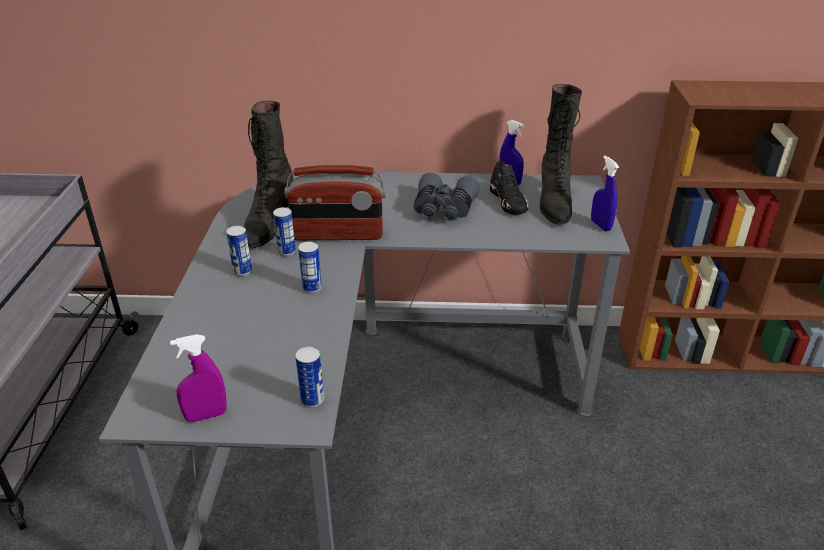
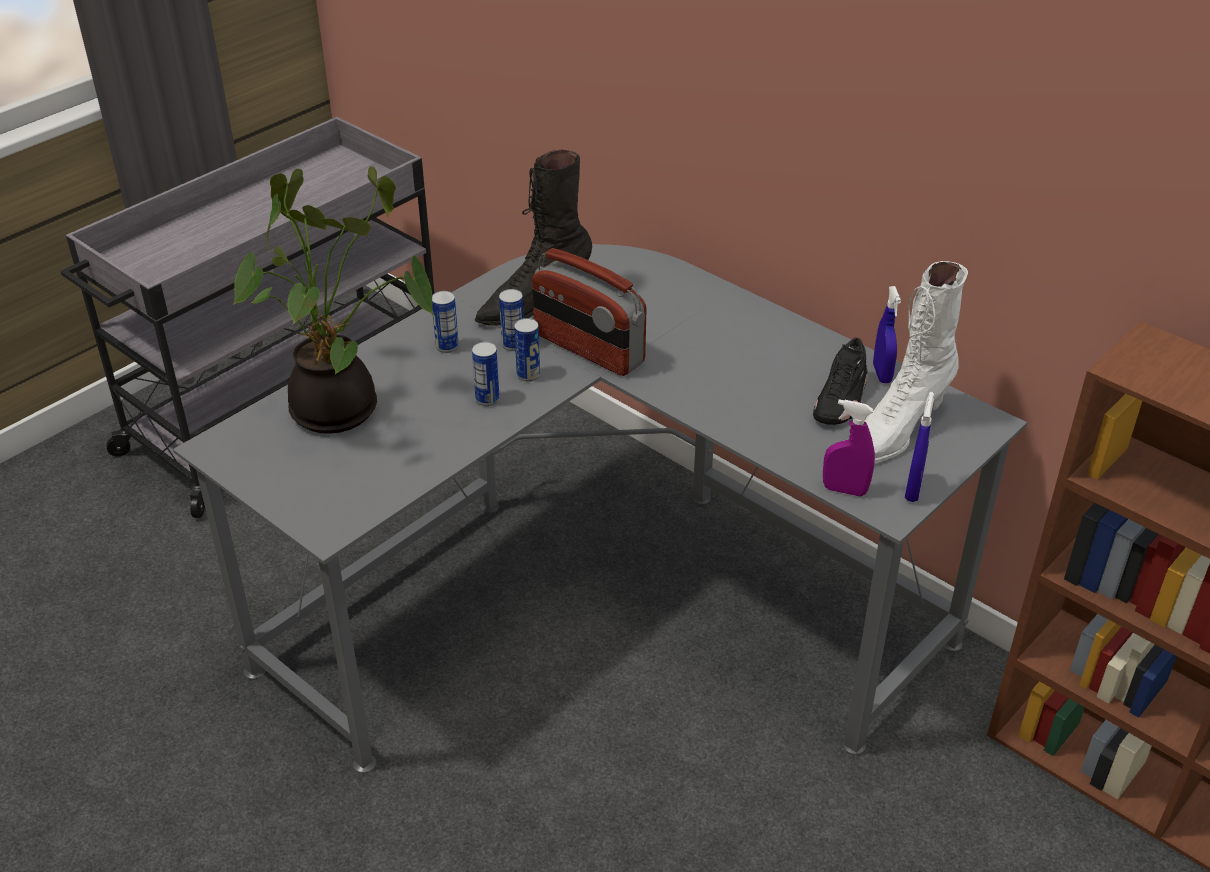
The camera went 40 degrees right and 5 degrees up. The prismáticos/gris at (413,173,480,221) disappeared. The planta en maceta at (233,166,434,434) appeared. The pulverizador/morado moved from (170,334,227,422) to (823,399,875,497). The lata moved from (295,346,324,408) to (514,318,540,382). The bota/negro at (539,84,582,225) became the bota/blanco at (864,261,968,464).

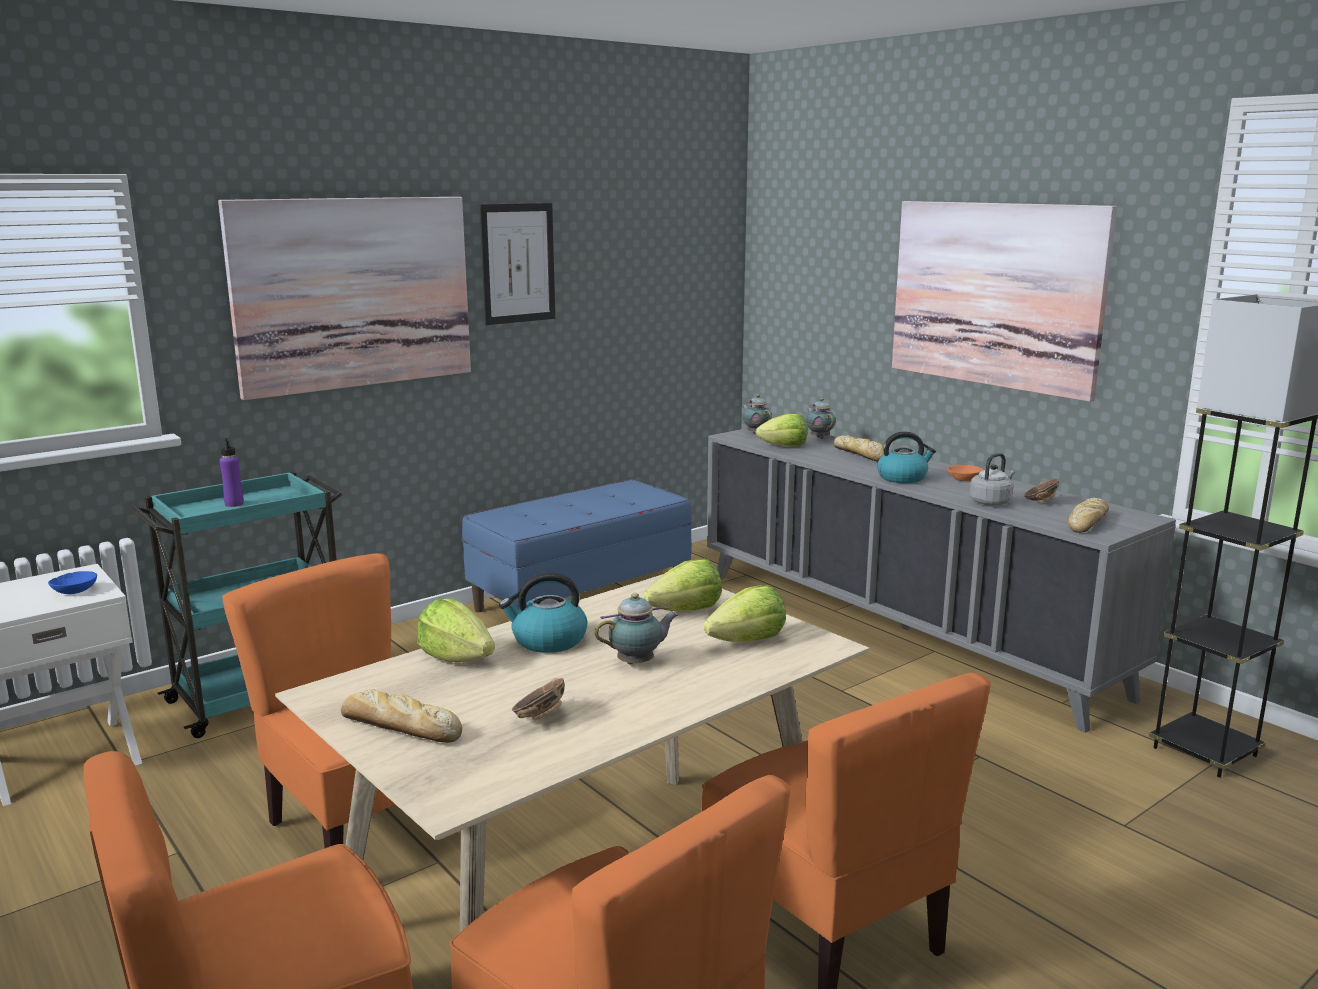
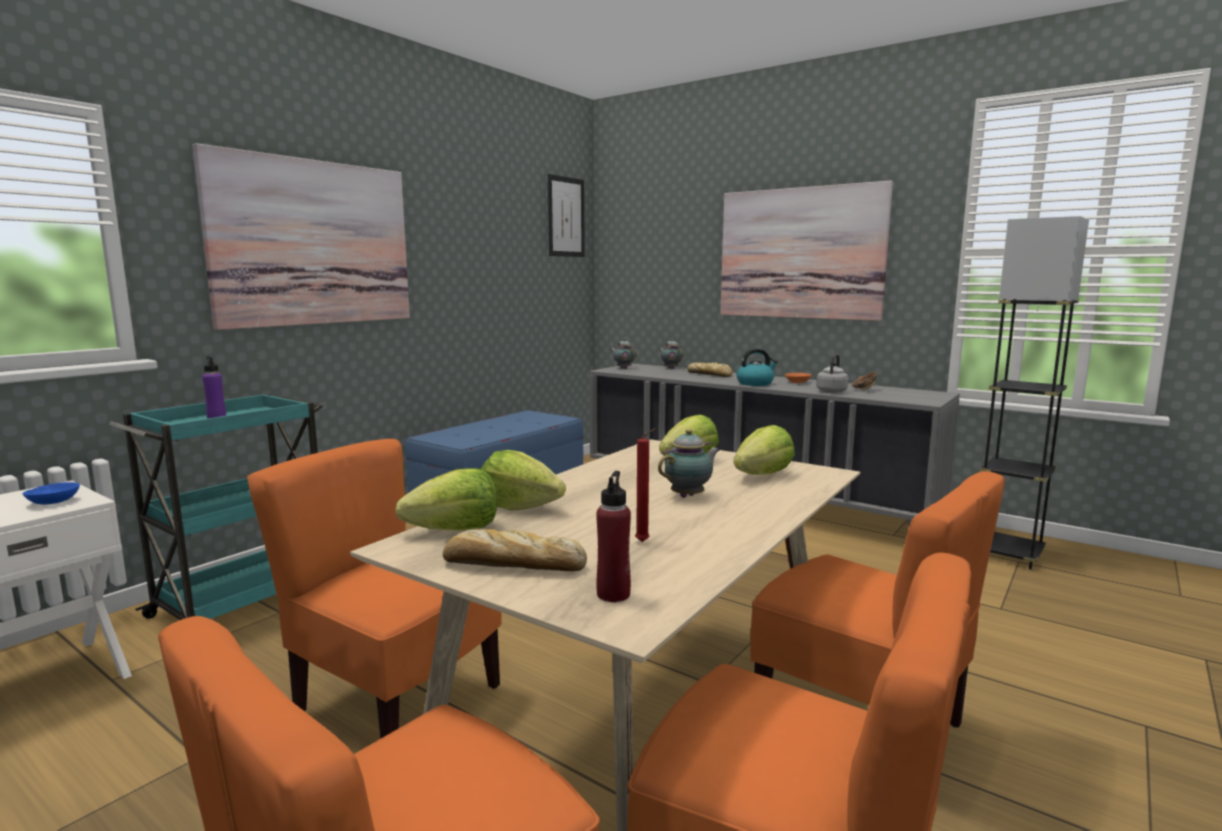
The camera went 15 degrees left and 5 degrees down. The hervidor at (499,572,587,653) disappeared. The pan at (1068,498,1109,533) disappeared. The botella/rojo at (596,471,631,602) appeared. The cuadro moved from (480,203,555,325) to (548,174,585,257). The lechuga moved from (755,413,807,446) to (395,468,497,531). The cuenco at (512,678,565,721) was replaced by the vela/rojo at (635,428,656,542).

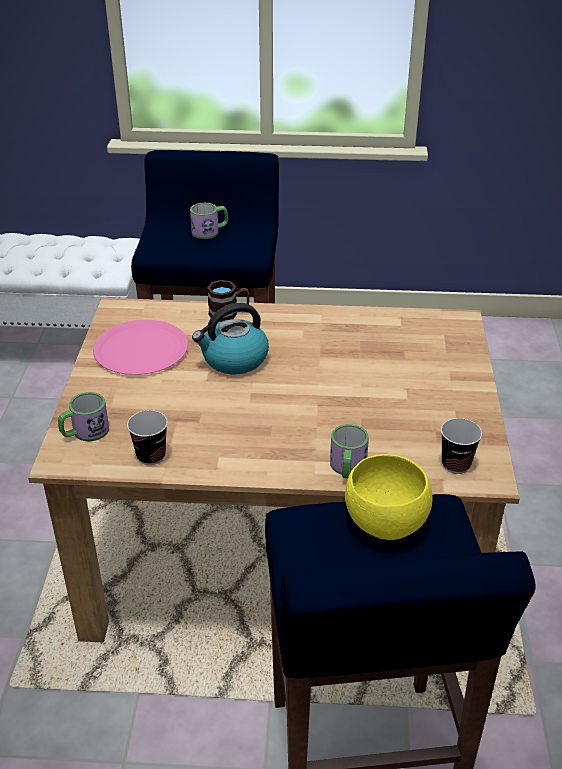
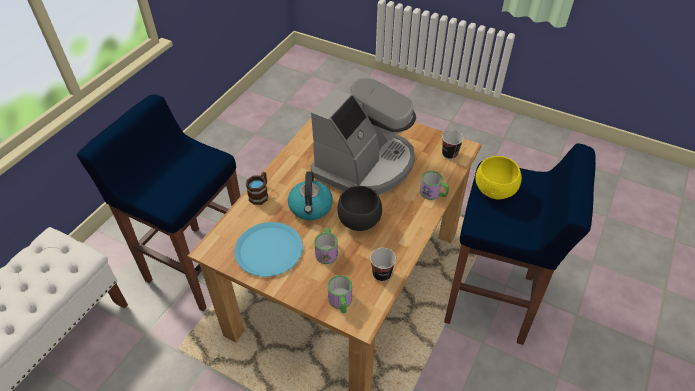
The camera went 65 degrees left and 10 degrees up. The cafetera at (311,68,416,195) appeared. The cuenco/negro at (337,186,382,231) appeared. The taza grande moved from (190,203,228,239) to (314,228,338,264). The plato/rosa at (93,320,188,375) became the plato/azul at (235,222,303,277).

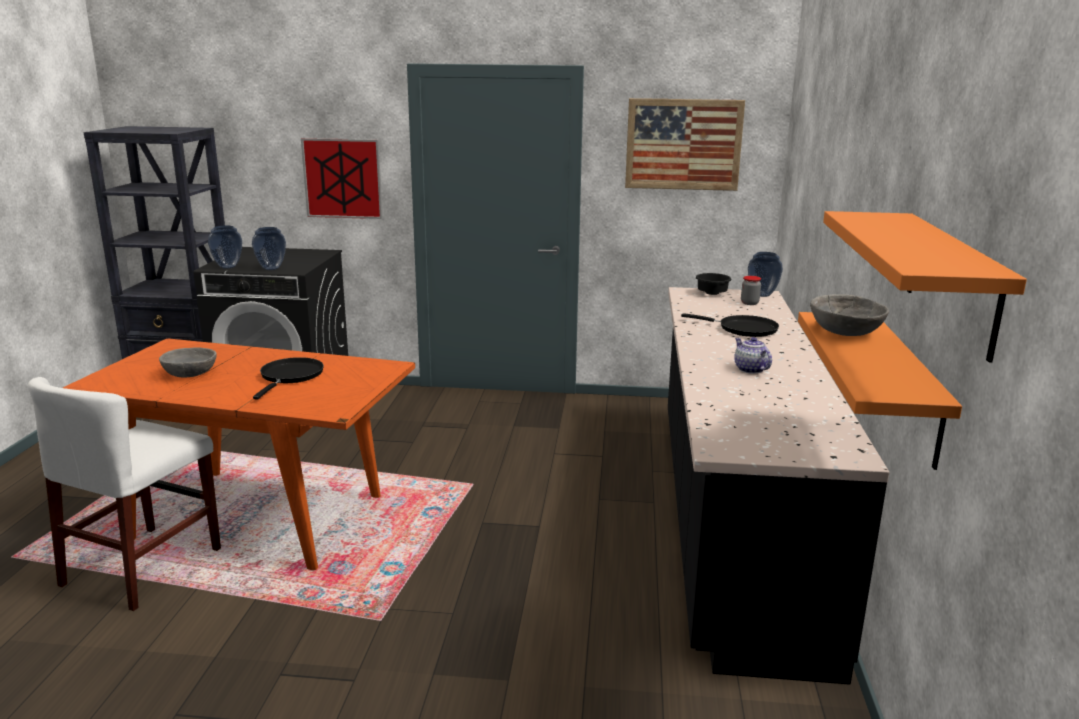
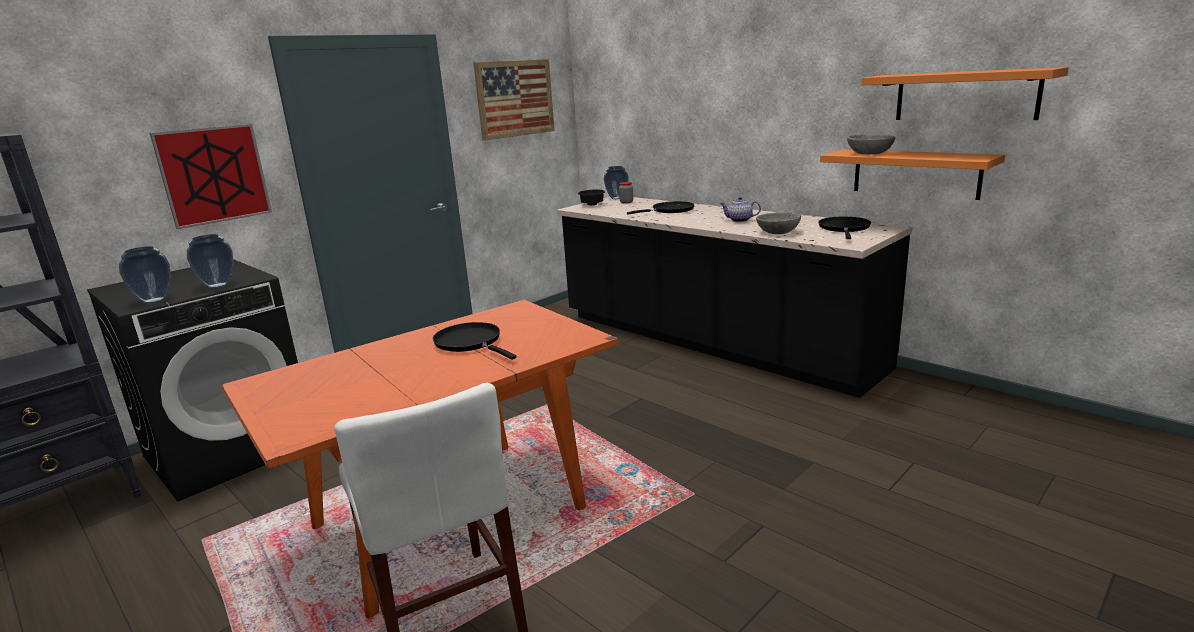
The camera went 50 degrees left and 0 degrees up. The sartén/negro at (818,217,871,239) appeared. The cuenco/gris moved from (159,347,217,378) to (756,212,801,234).

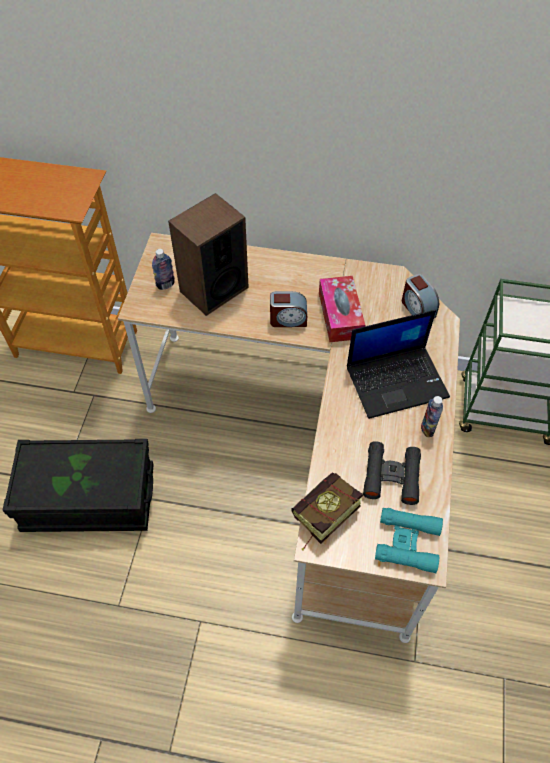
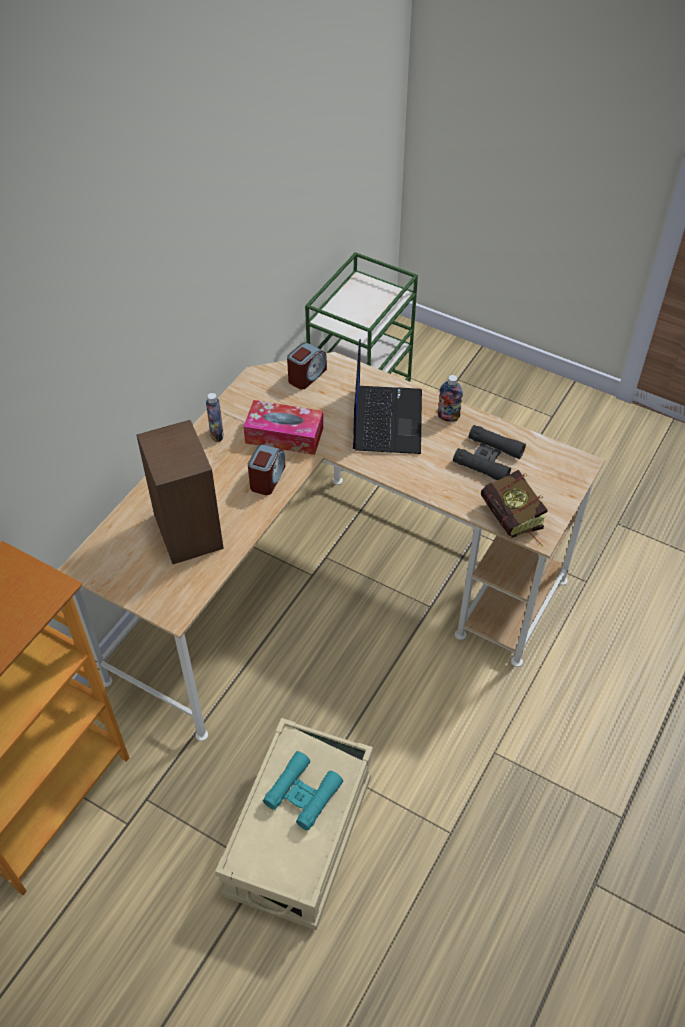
The camera went 70 degrees left and 5 degrees down. The botella moved from (152,249,175,290) to (206,393,224,442). The prismáticos/turquesa moved from (375,508,443,573) to (263,751,343,830). The caja de almacenaje/negro at (3,439,154,532) became the caja de almacenaje/beis at (215,718,373,930). The despertador at (402,274,439,318) turned 45 degrees counterclockwise.

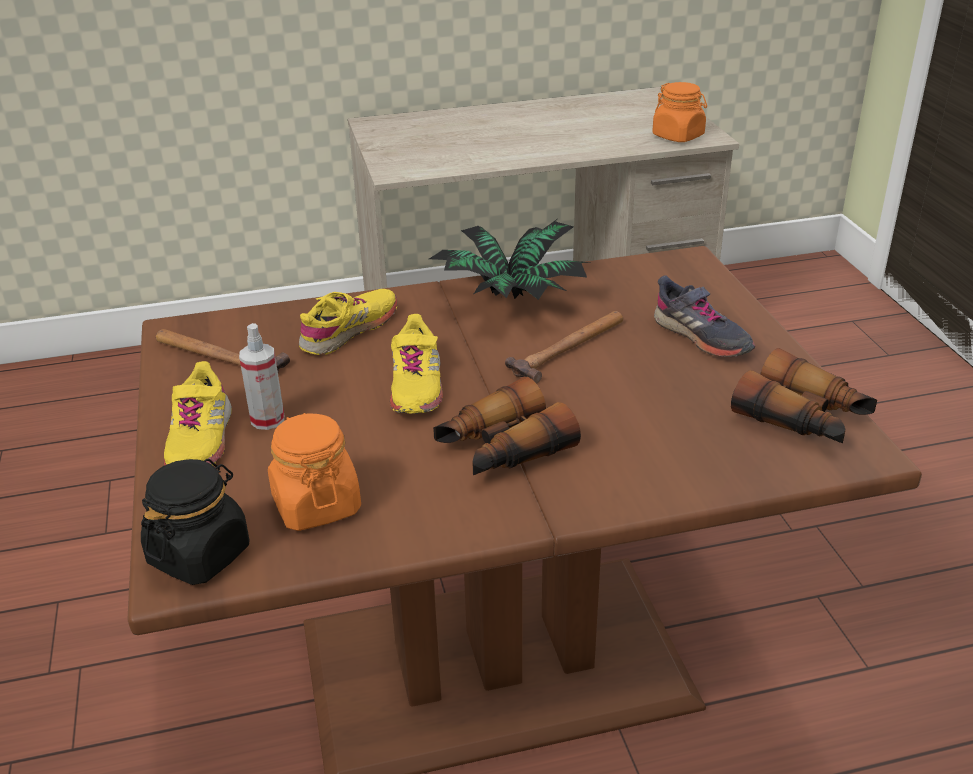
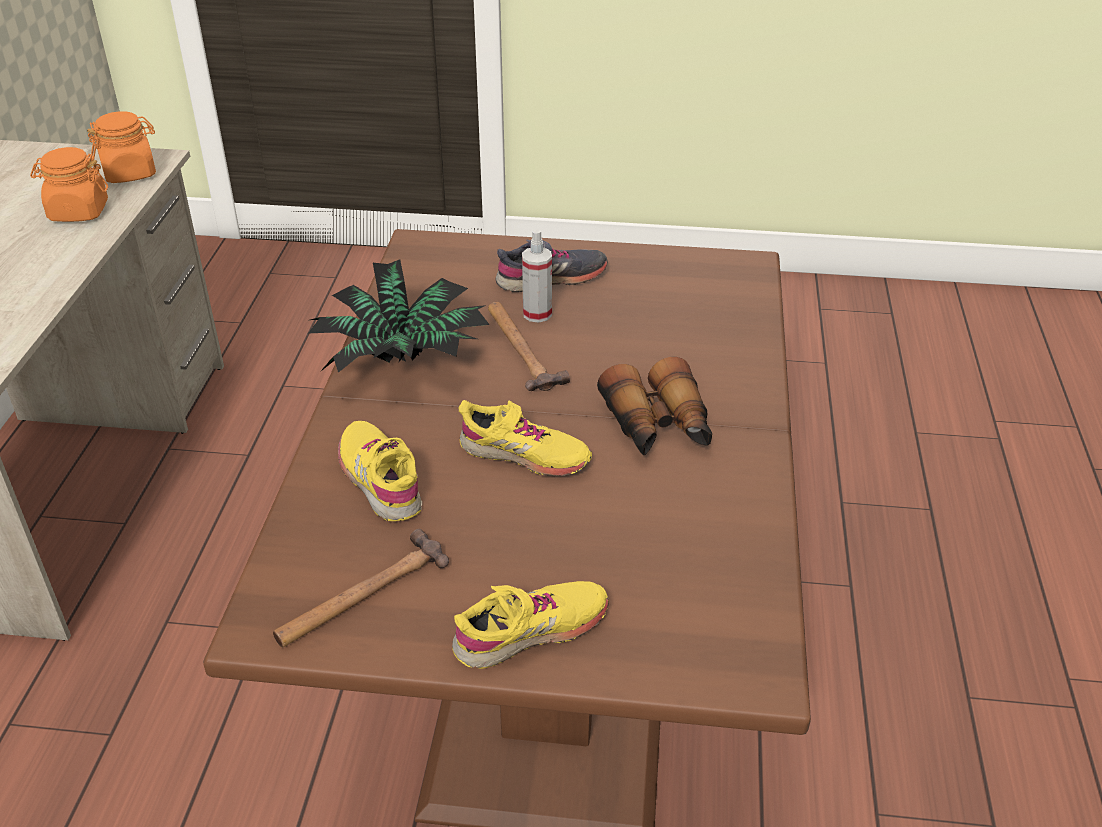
The camera went 70 degrees left and 5 degrees up. The tarro/negro at (141,459,249,585) disappeared. The prismáticos at (731,348,877,443) disappeared. The pulverizador moved from (239,323,284,430) to (522,229,552,323). The tarro/naranja moved from (268,413,361,531) to (30,147,108,222). The zapato/amarillo at (163,361,232,466) turned 45 degrees counterclockwise.

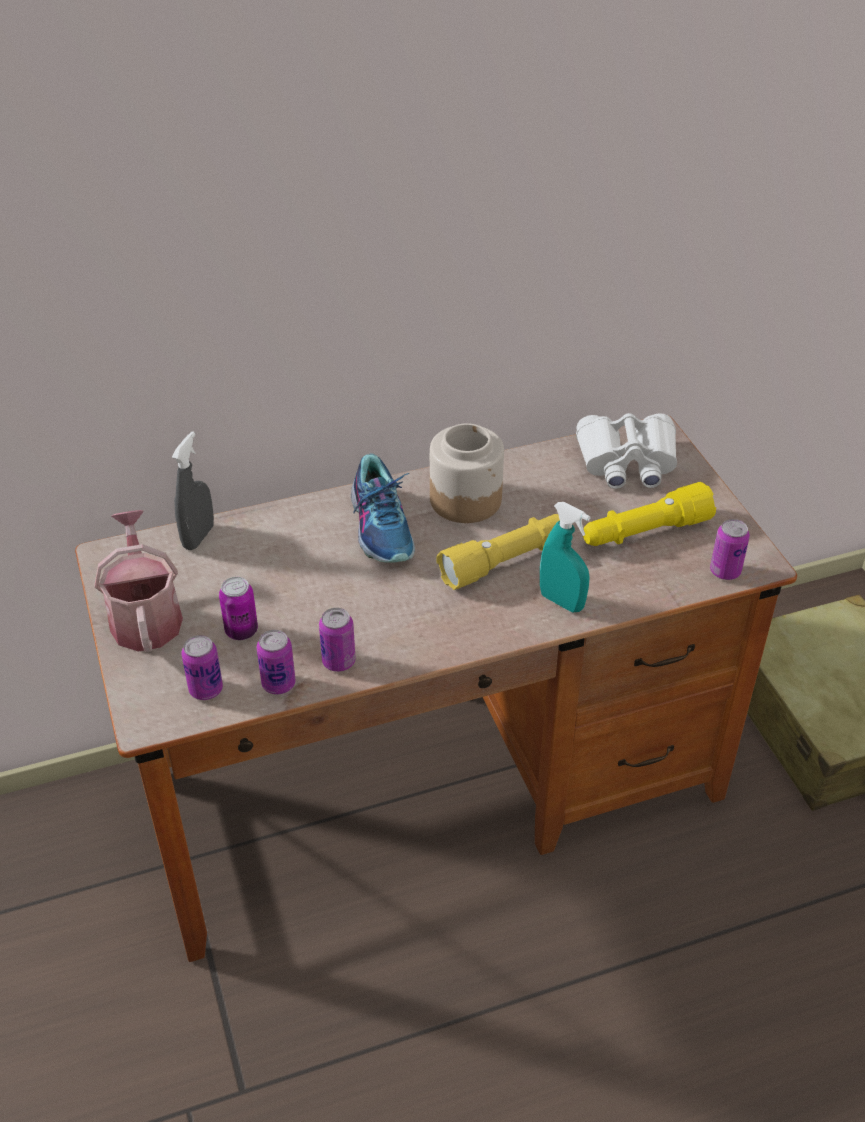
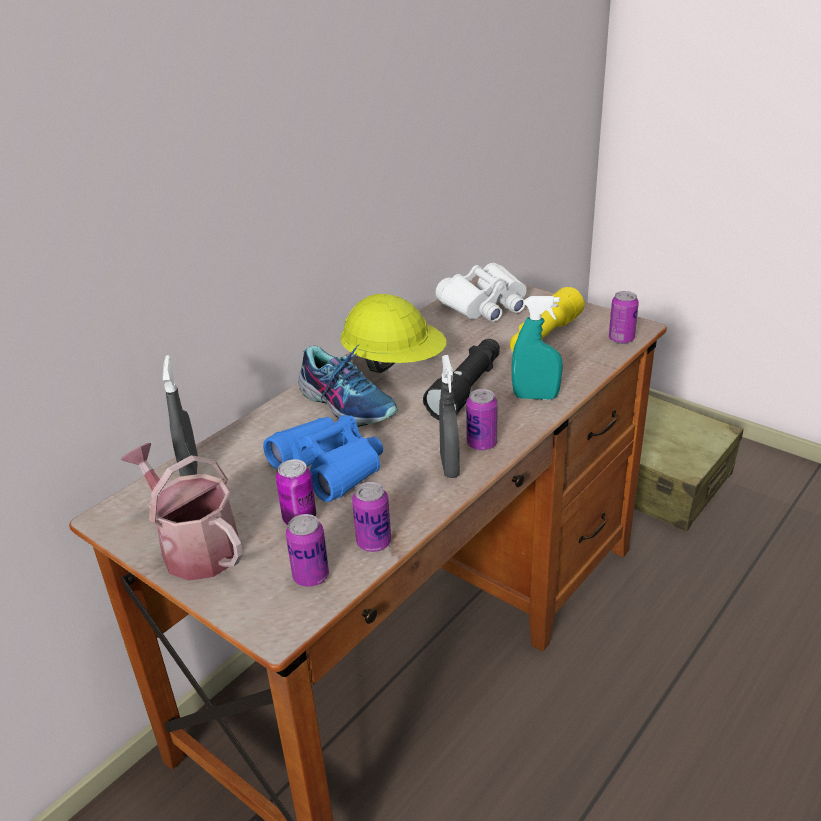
The camera went 30 degrees left and 10 degrees down. The prismáticos/azul at (263,415,383,502) appeared. The pulverizador/gris at (439,355,460,478) appeared. The lata moved from (319,608,355,672) to (466,389,498,451). The tarro at (430,423,504,523) was replaced by the casco/amarillo at (340,294,446,373). The linterna/amarillo at (436,514,560,590) became the linterna/negro at (423,339,500,420).

